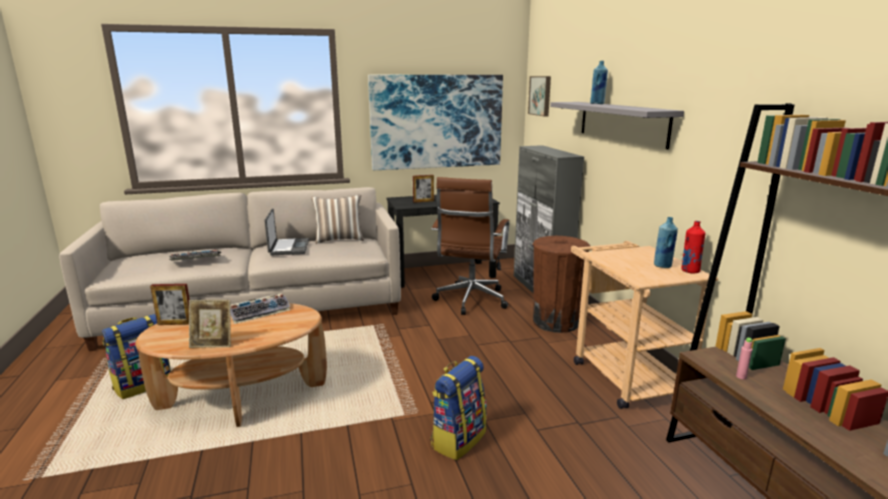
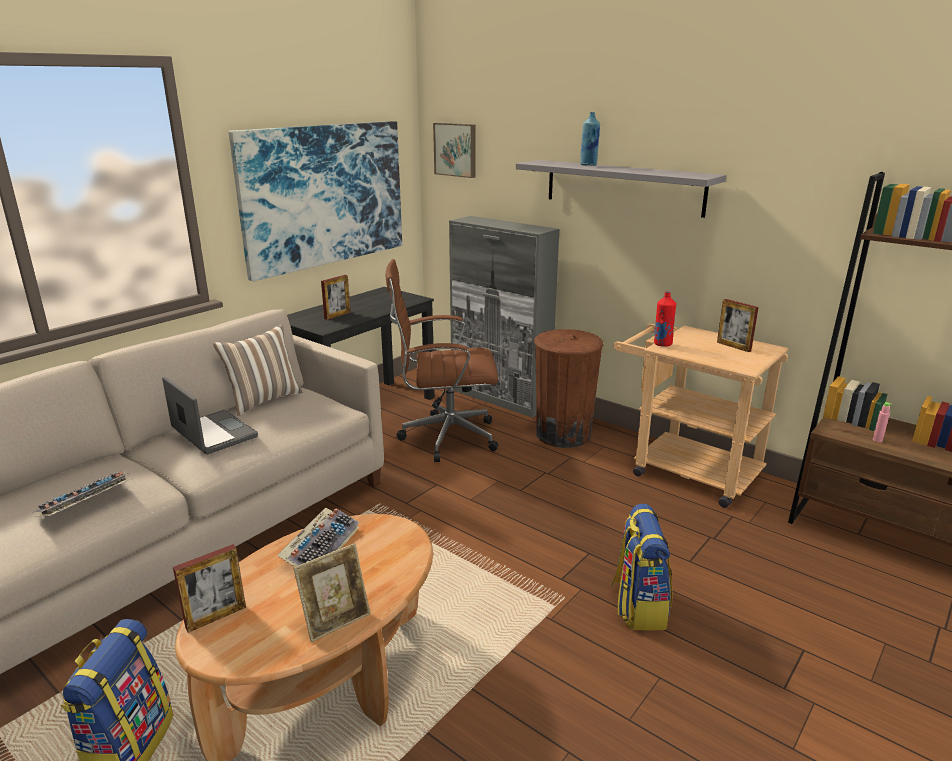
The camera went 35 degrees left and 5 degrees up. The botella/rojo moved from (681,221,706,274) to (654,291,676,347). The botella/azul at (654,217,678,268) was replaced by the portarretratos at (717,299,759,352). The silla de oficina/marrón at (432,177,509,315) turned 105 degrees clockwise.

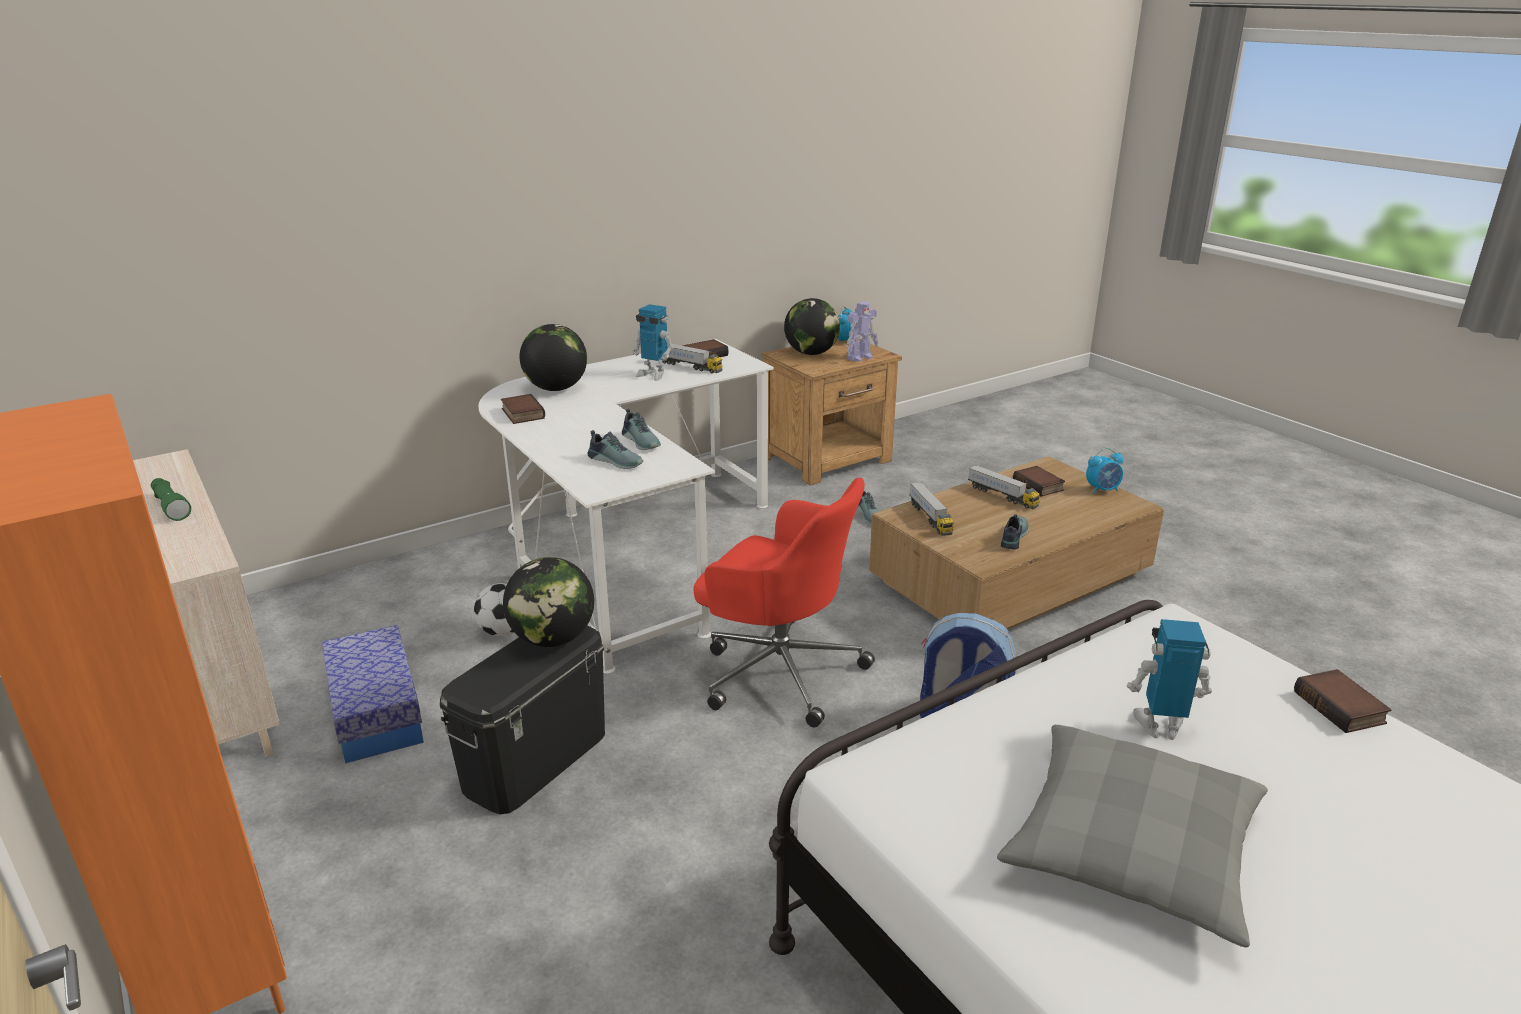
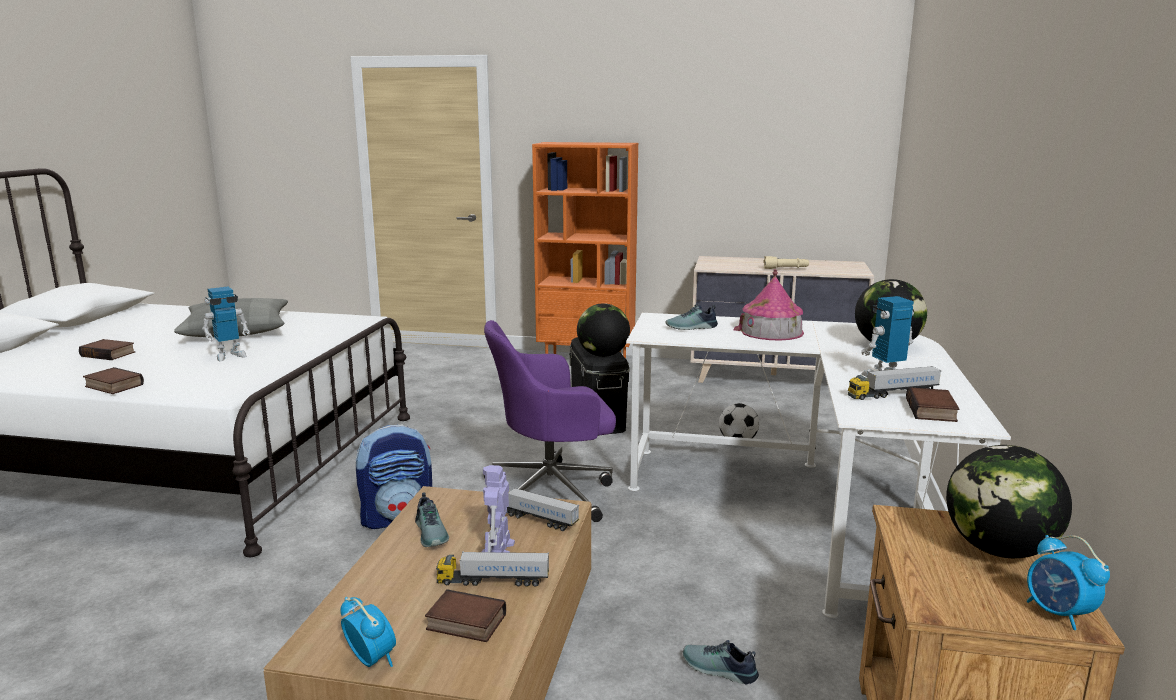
The camera went 135 degrees right and 10 degrees down. The caja de almacenaje at (322,625,424,763) disappeared. The zapato at (622,409,661,450) disappeared. The casita at (734,269,804,340) appeared. The libro moved from (501,394,545,424) to (79,339,135,360). The robot de juguete moved from (846,302,878,362) to (482,465,515,553). The linterna/verde at (151,478,191,521) became the linterna/beis at (764,256,809,269). The silla de oficina/rojo at (693,478,875,728) became the silla de oficina/morado at (483,320,616,522). The despertador at (1086,448,1123,494) turned 105 degrees clockwise.

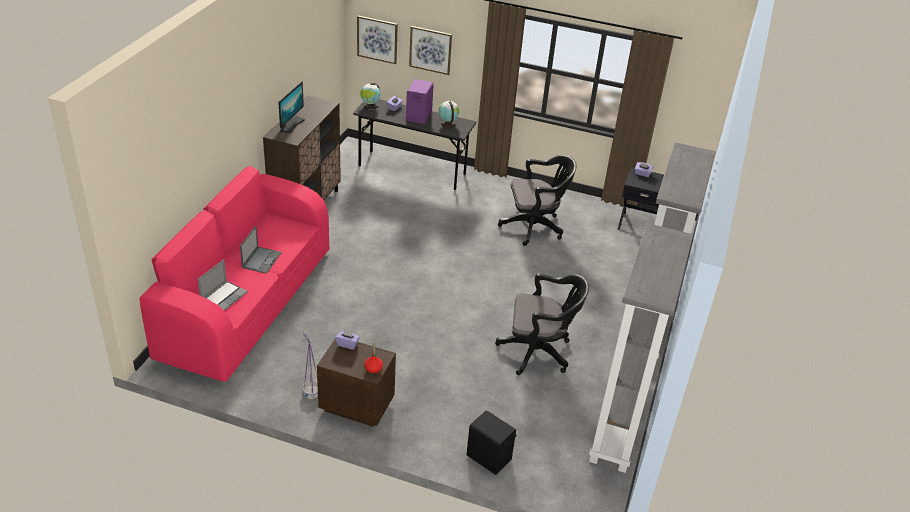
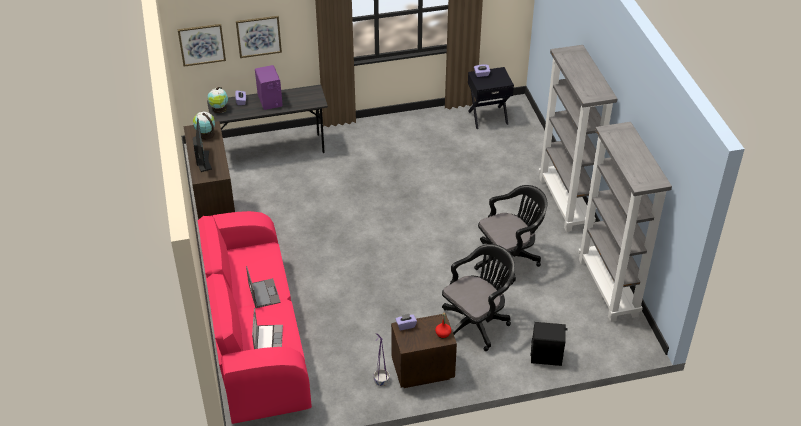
The camera went 30 degrees left and 5 degrees up. The globo terráqueo moved from (439,101,459,128) to (193,111,215,140). The silla de oficina/negro moved from (498,155,577,246) to (442,244,515,351).

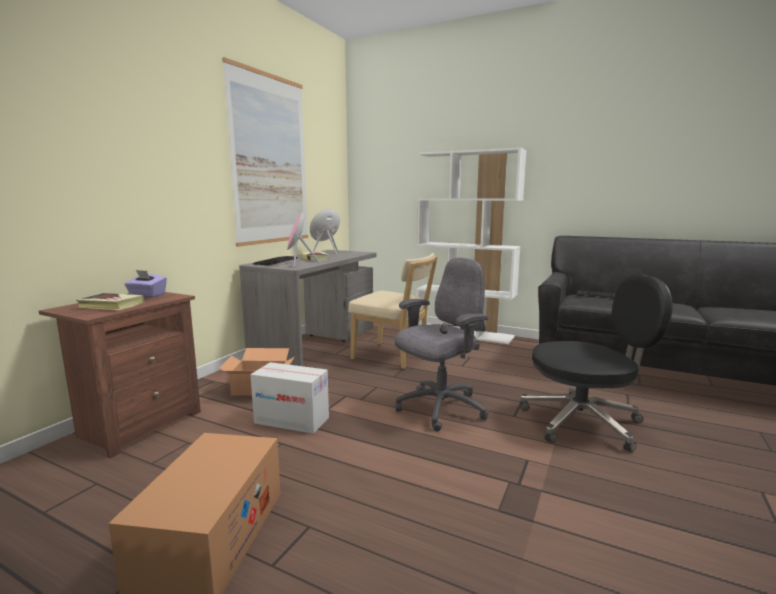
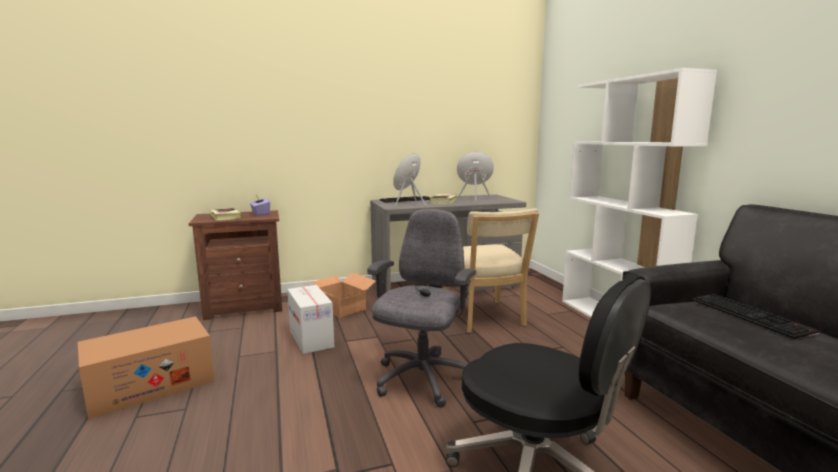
The camera went 45 degrees right and 0 degrees up. The cuadro at (222,57,308,247) disappeared. The silla de oficina/gris at (395,257,488,431) turned 75 degrees counterclockwise.

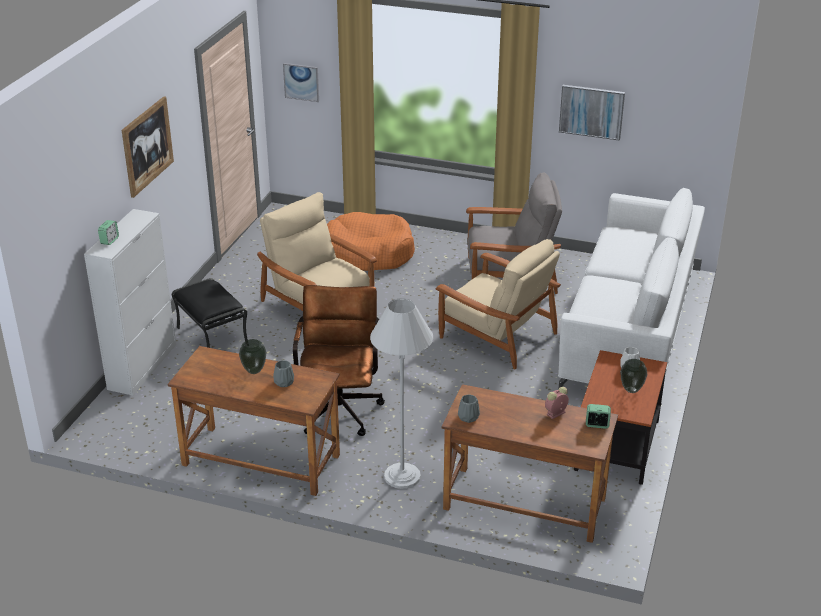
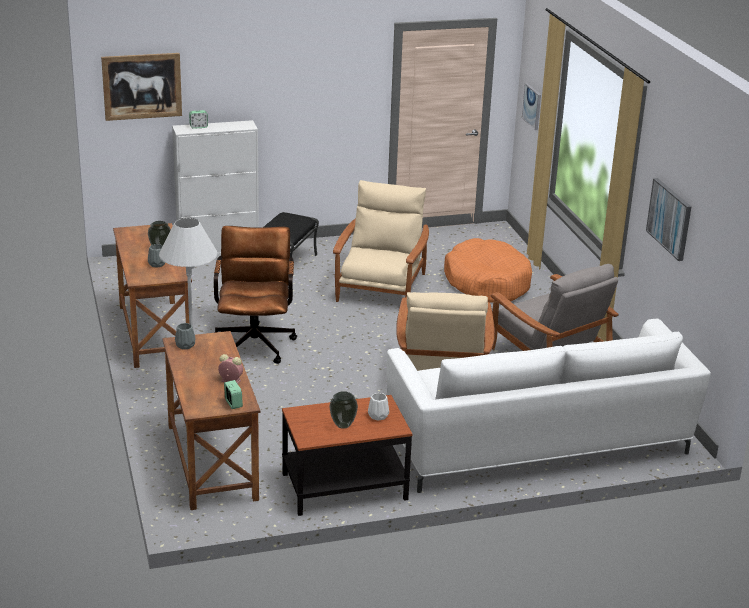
The camera went 55 degrees right and 5 degrees down. The cuadro moved from (122,96,174,198) to (101,53,182,121). The silla de oficina/marrón at (293,285,385,436) turned 60 degrees counterclockwise.

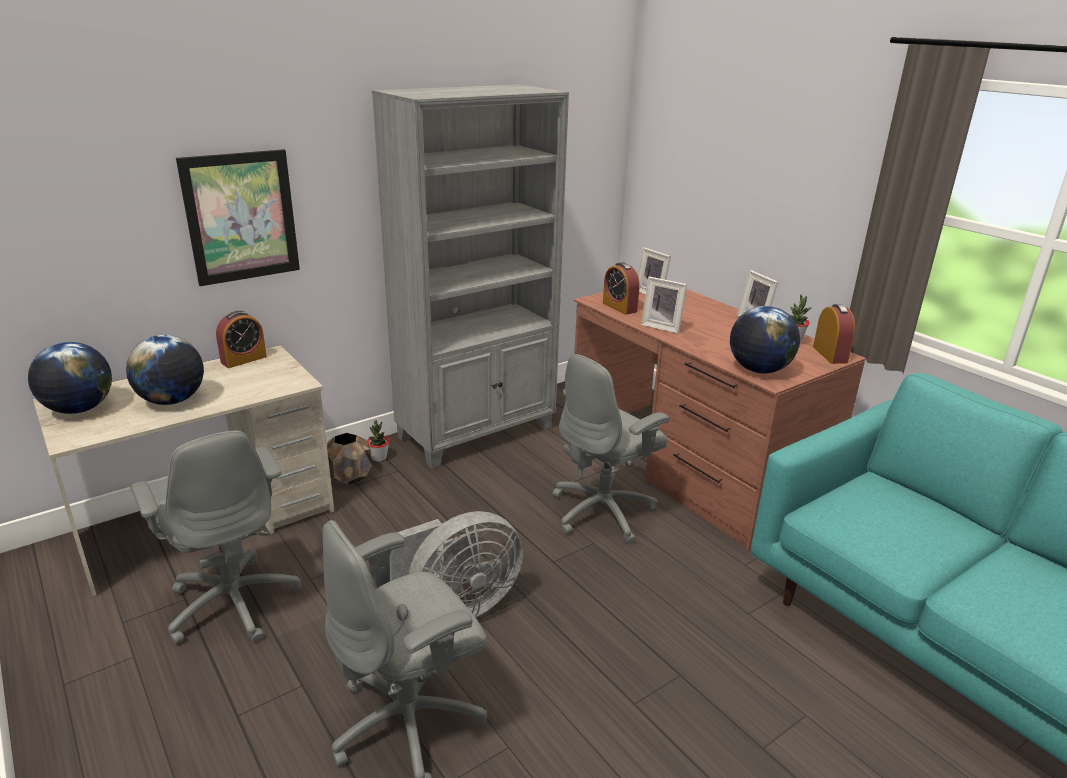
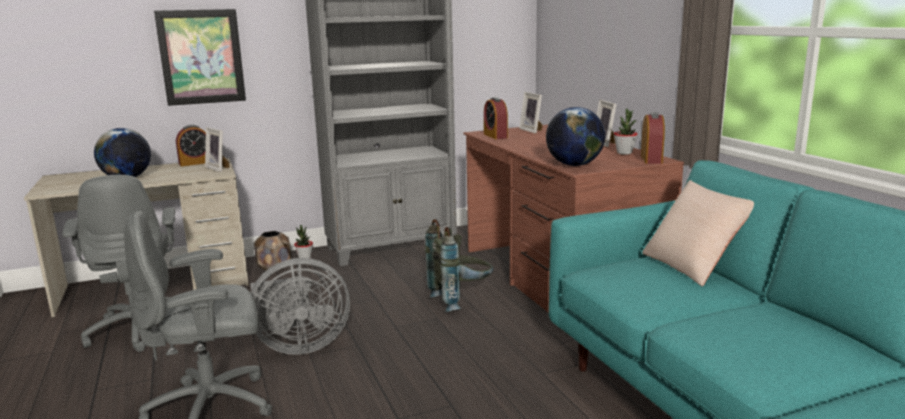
The camera went 15 degrees right and 10 degrees down. The globo terráqueo at (28,342,112,414) disappeared. The cojín/beis at (642,180,754,287) appeared. The portarretratos moved from (641,276,687,334) to (205,127,229,172). The silla de oficina/gris at (552,354,669,544) was replaced by the mochila/gris at (425,219,493,312).

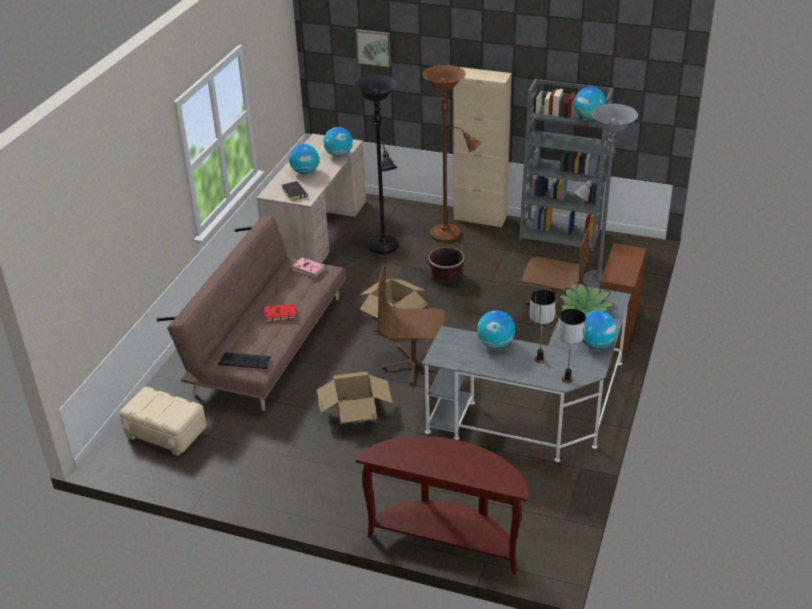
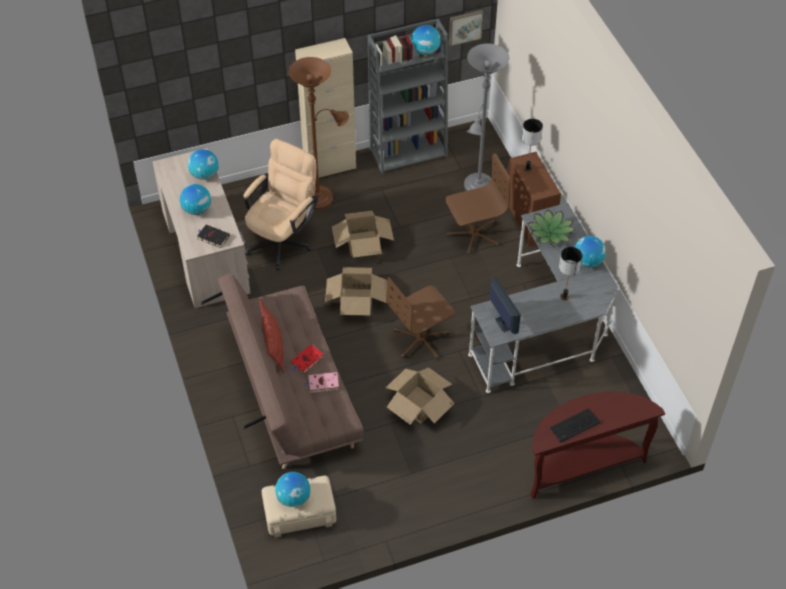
The camera went 40 degrees left and 15 degrees up. The cojín at (260,300,285,373) appeared. The monitor at (489,277,521,334) appeared. The teclado moved from (218,352,271,369) to (550,408,601,443). The libro/rosa moved from (292,258,325,277) to (304,372,339,393). The cuadro moved from (355,29,391,68) to (449,10,483,47). The globo terráqueo moved from (477,310,515,349) to (275,472,310,507). The lámpara de mesa moved from (558,309,586,383) to (522,119,543,172). The lámpara de pie/negro at (354,75,399,254) was replaced by the silla de oficina/beis at (243,139,318,270). The maceta/marrón at (427,247,465,285) was replaced by the caja de cartón at (332,211,394,258).

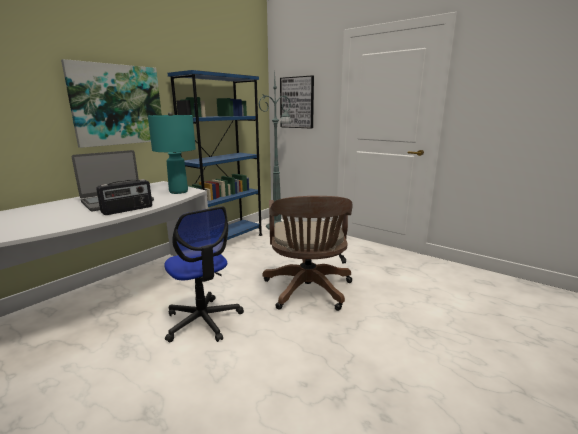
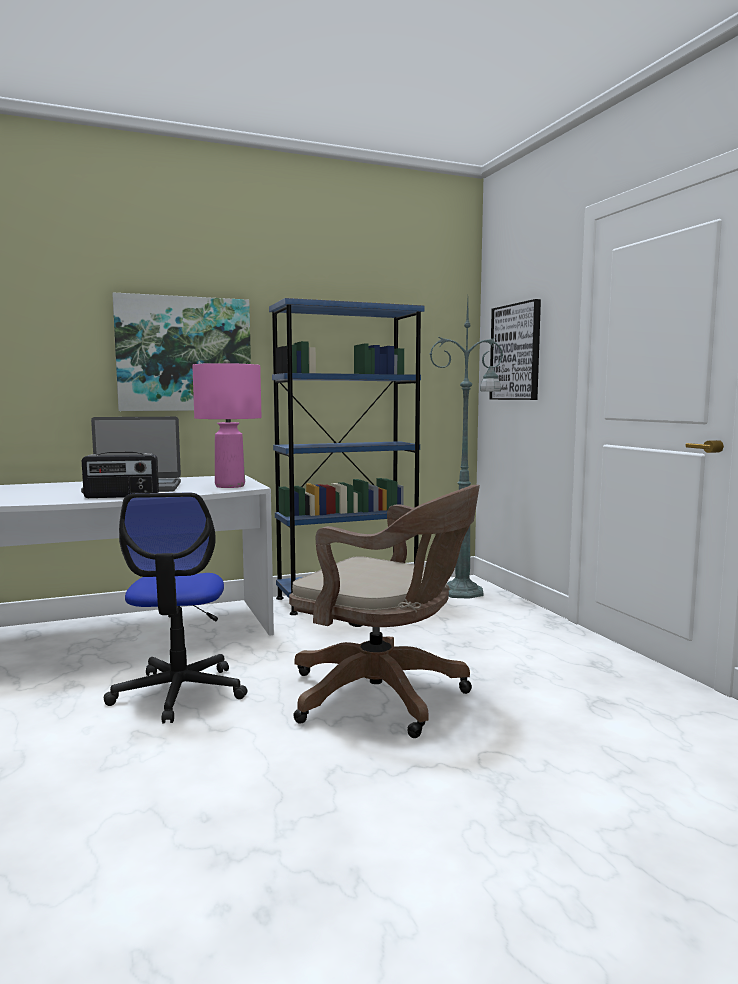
The camera went 30 degrees right and 10 degrees down. The lámpara de mesa/turquesa at (148,112,196,194) became the lámpara de mesa/rosa at (192,360,262,488). The silla de oficina/marrón at (263,196,353,311) turned 90 degrees counterclockwise.

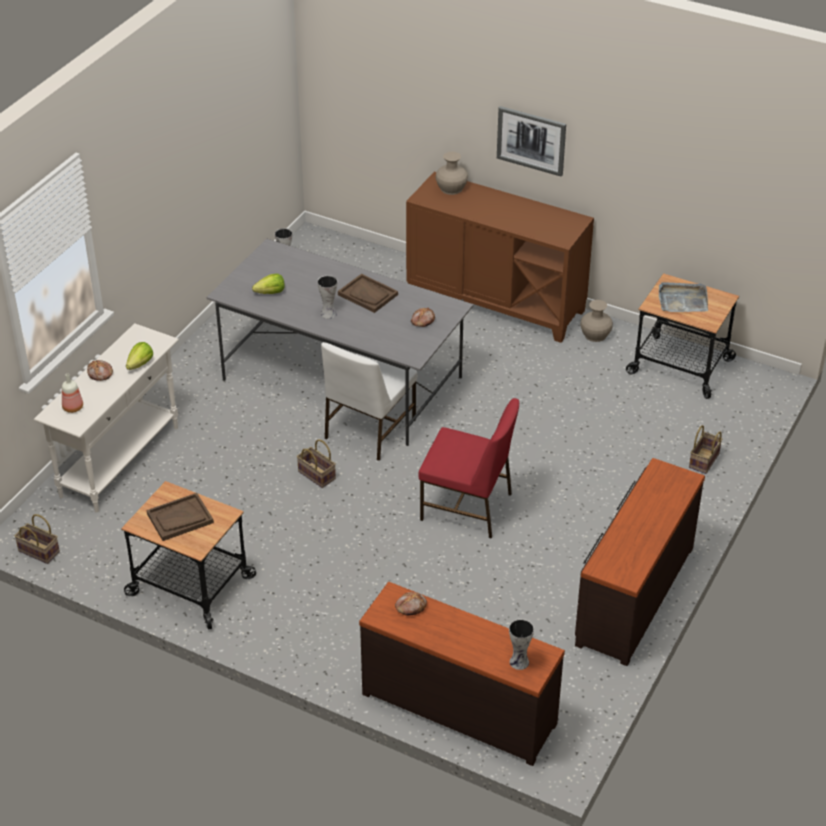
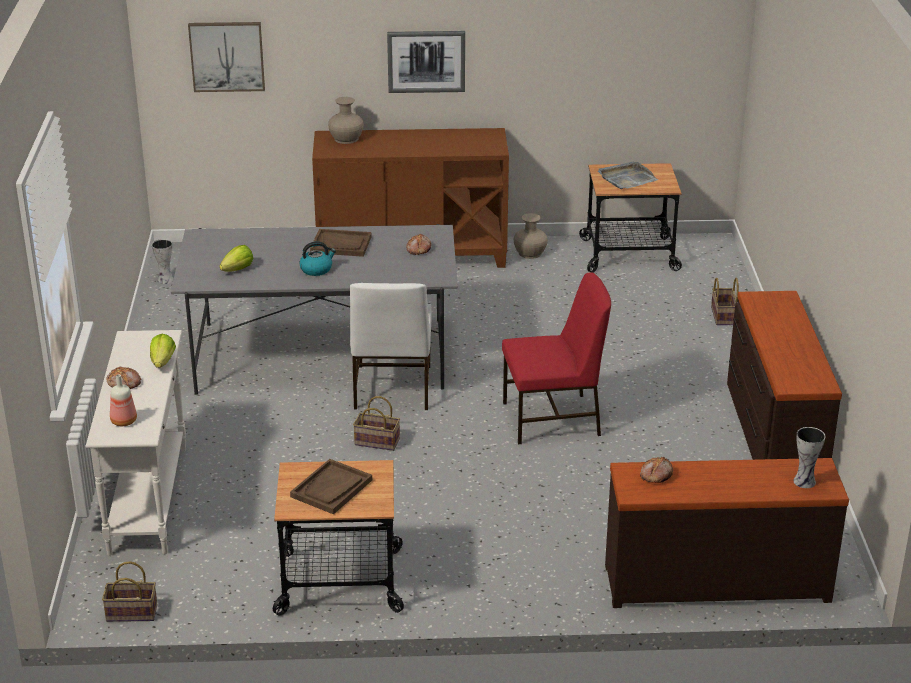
The camera went 30 degrees left and 10 degrees down. The cuadro at (188,22,265,92) appeared. The florero at (317,275,338,319) was replaced by the hervidor at (299,241,336,276).

